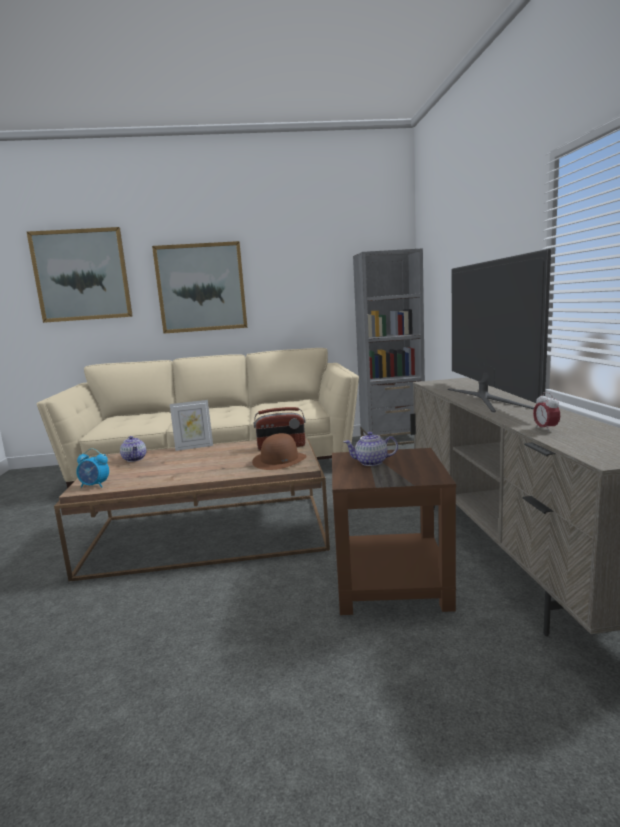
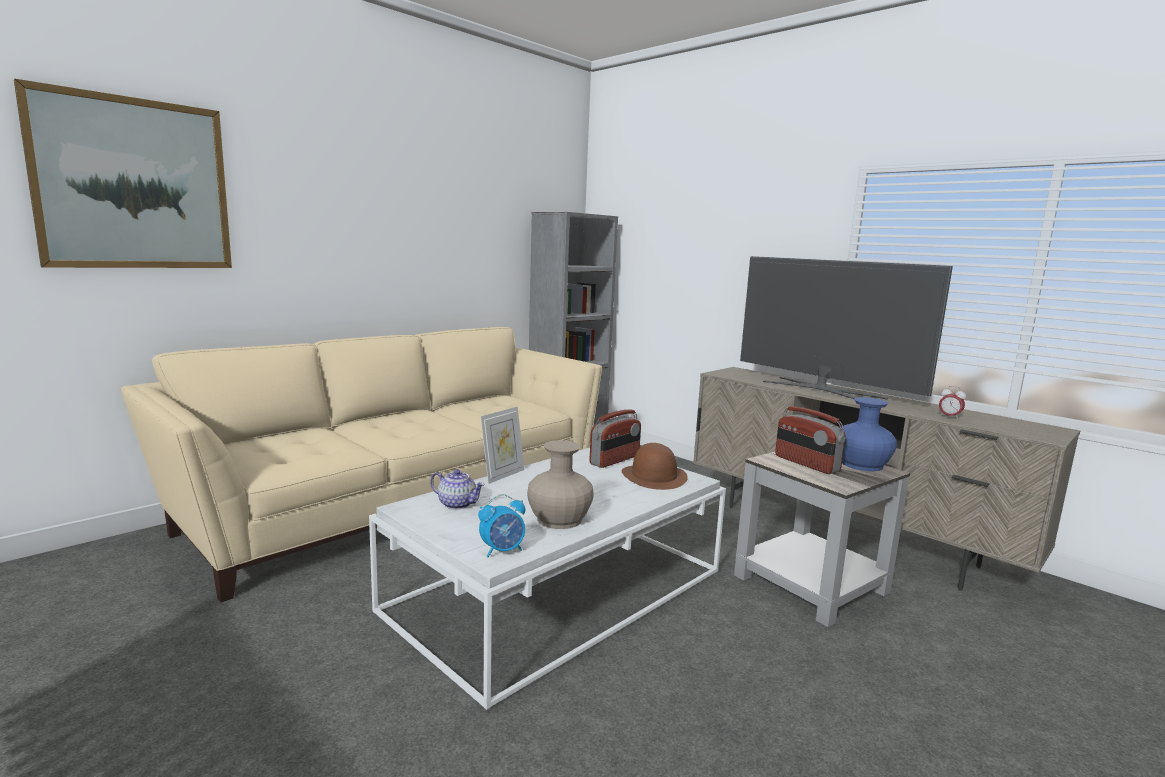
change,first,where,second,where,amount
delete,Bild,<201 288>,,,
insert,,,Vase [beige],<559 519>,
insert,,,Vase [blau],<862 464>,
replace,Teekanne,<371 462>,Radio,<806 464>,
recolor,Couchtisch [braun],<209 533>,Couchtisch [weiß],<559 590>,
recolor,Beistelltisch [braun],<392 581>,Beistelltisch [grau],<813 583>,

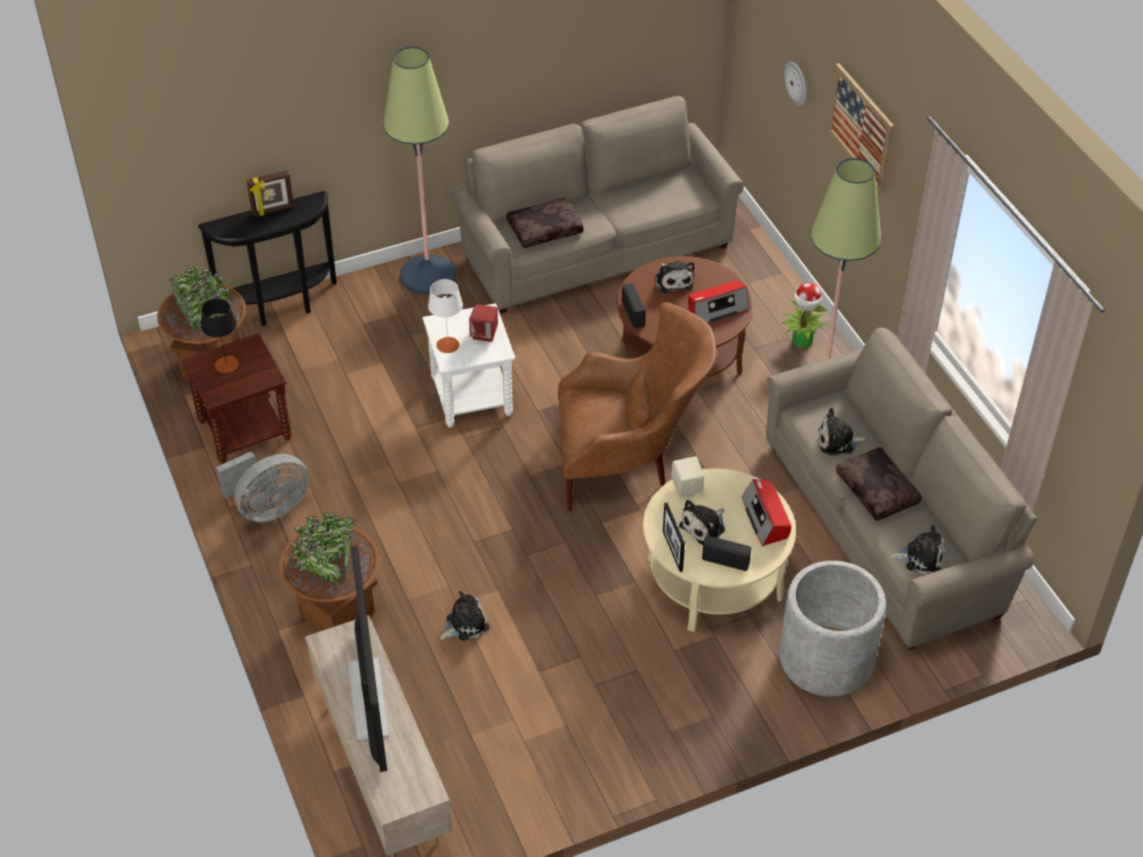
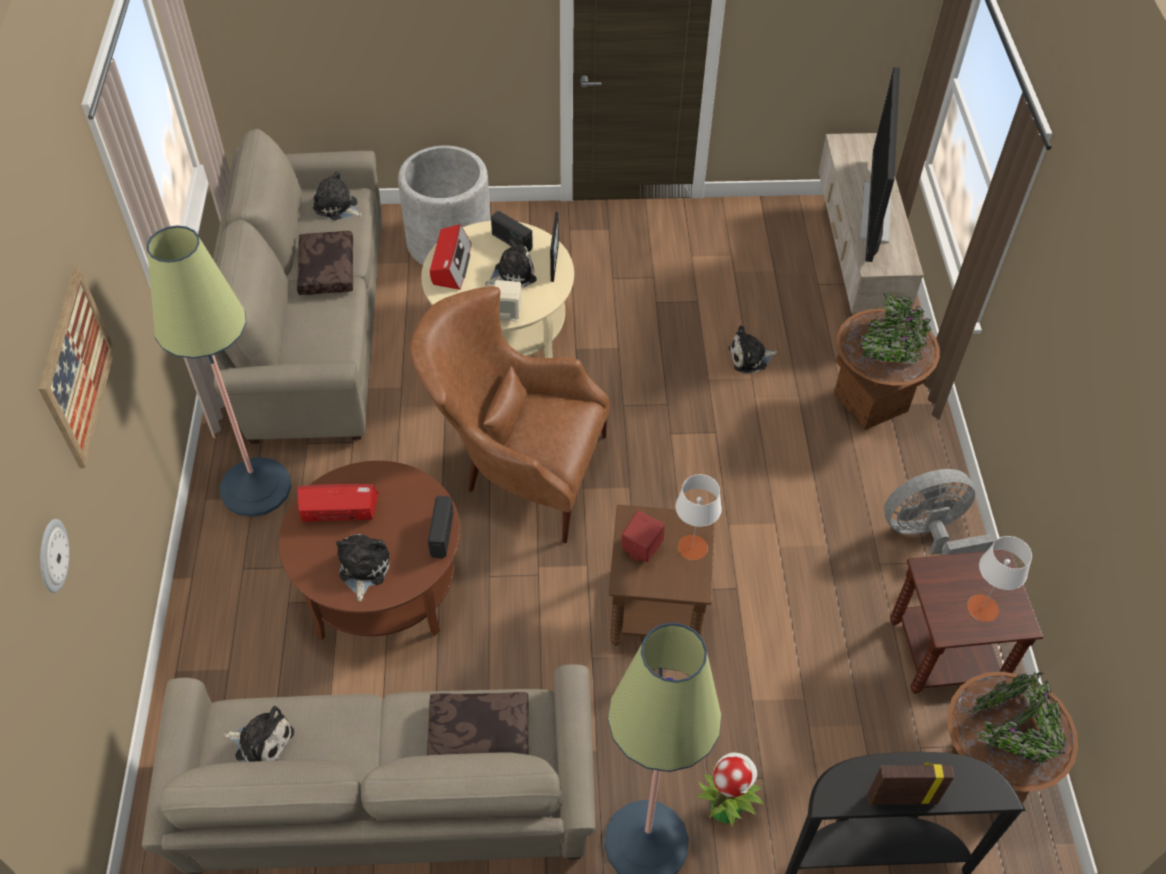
change,first,where,second,where,amount
move,Topfpflanze,<802 340>,,<725 807>,
move,Plüschtier,<838 441>,,<261 742>,
recolor,Tischlampe [schwarz],<226 364>,Tischlampe [weiß],<982 608>,
recolor,Beistelltisch [weiß],<472 397>,Beistelltisch [braun],<655 608>,

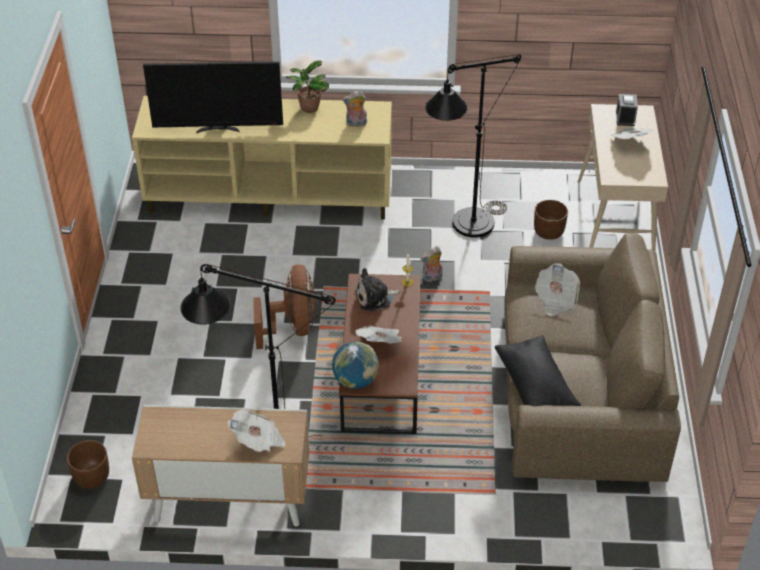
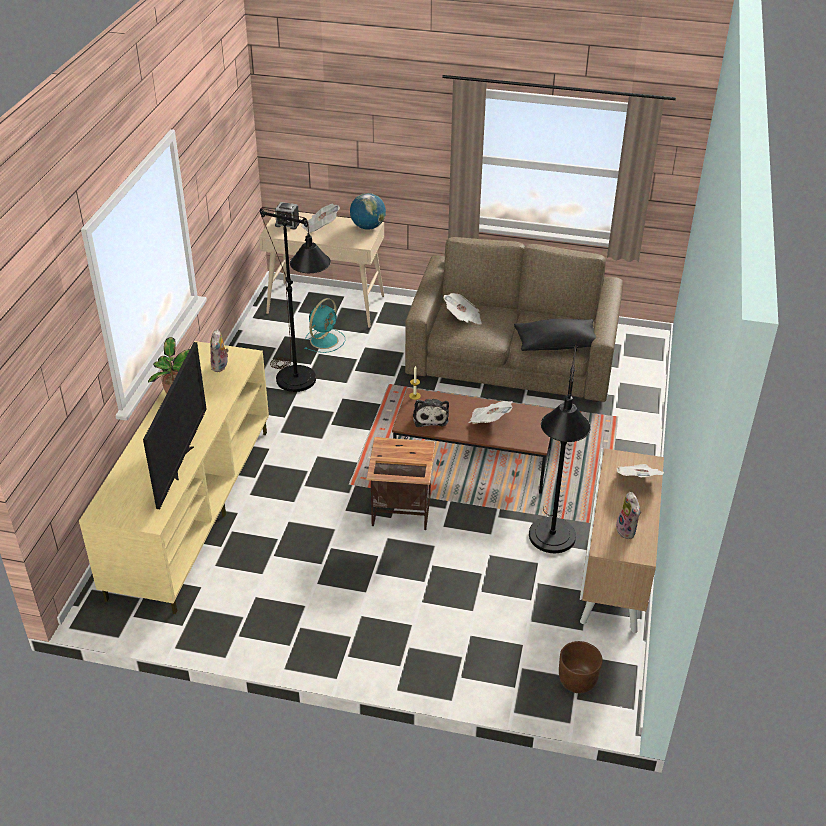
change,first,where,second,where,amount
move,Globus,<355 381>,,<368 227>,
move,Plüschtier,<432 278>,,<627 531>,
replace,Ventilator [braun],<292 327>,Beistelltisch,<400 512>,
replace,Pflanzkübel [braun],<549 232>,Ventilator [türkis],<325 340>,

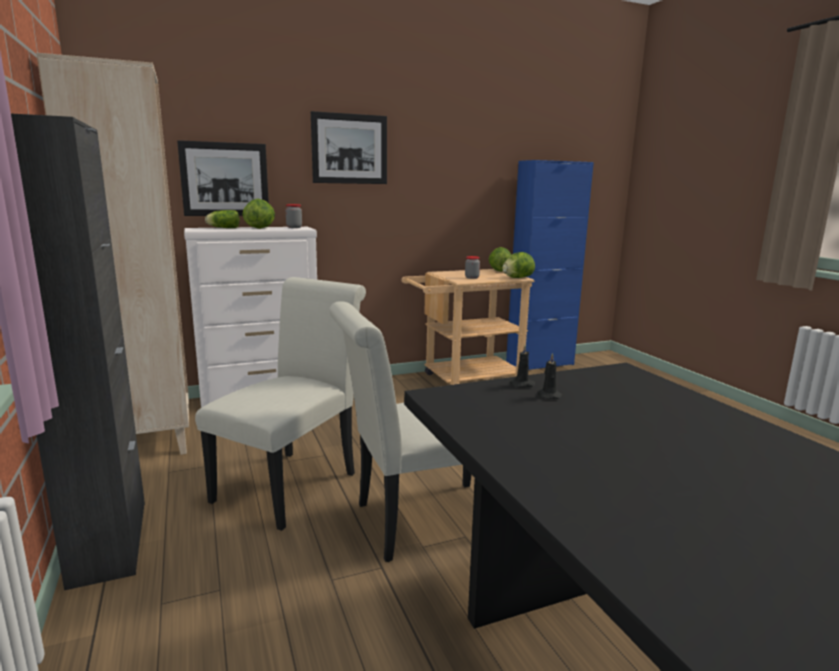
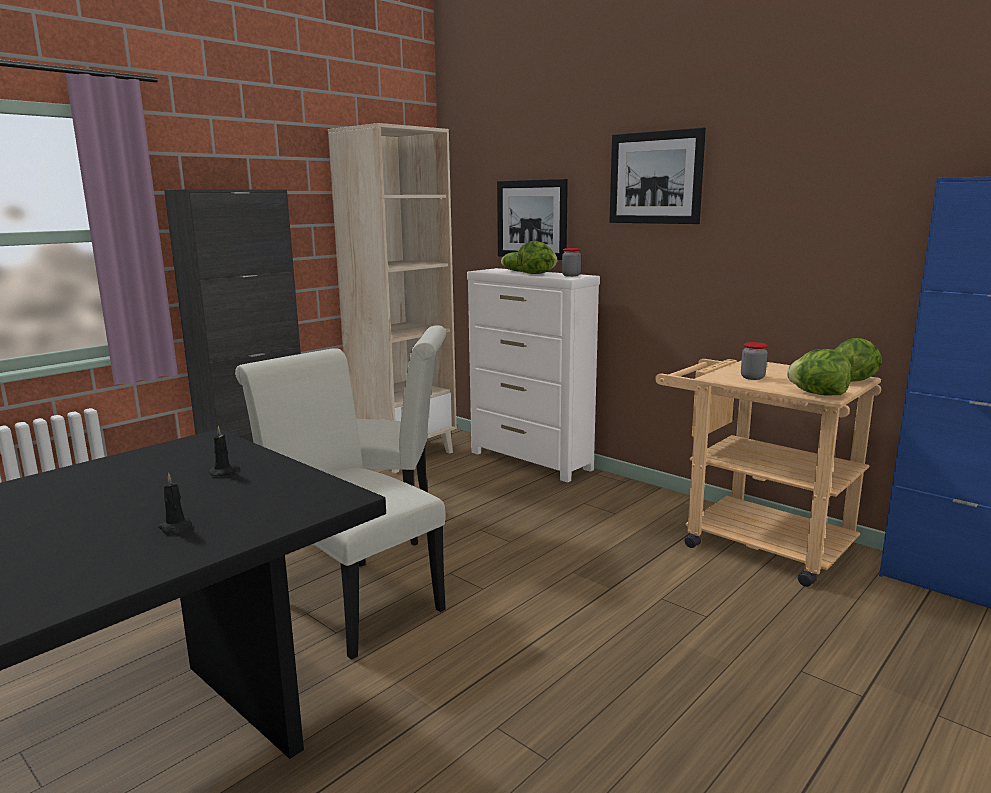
change,first,where,second,where,amount
move,Kerze [schwarz],<523 384>,,<176 528>,

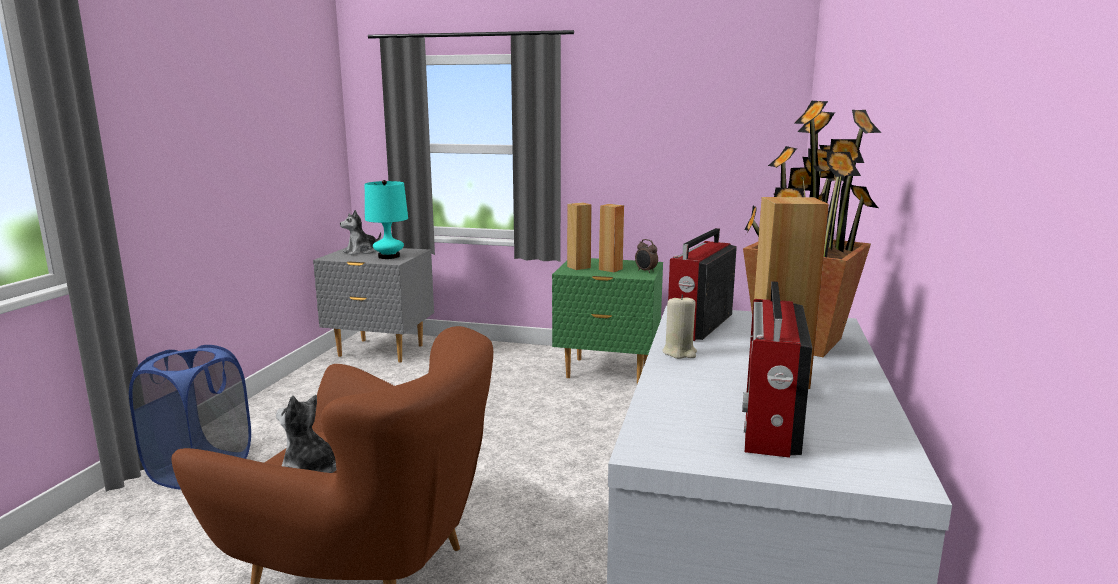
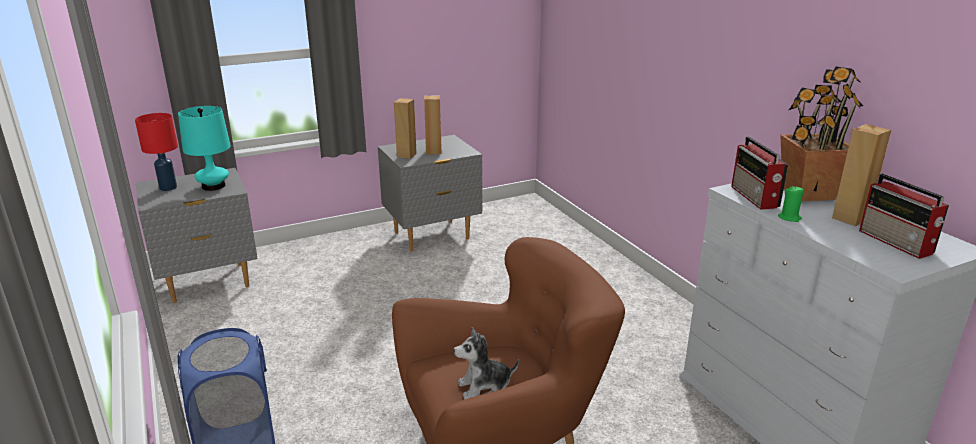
change,first,where,second,where,amount
delete,Wecker,<645 271>,,,
replace,Plüschtier,<361 251>,Tischlampe [rot],<168 187>,
recolor,Nachttisch [grün],<607 372>,Nachttisch [grau],<432 236>,
recolor,Kerze [beige],<679 353>,Kerze [grün],<789 218>,

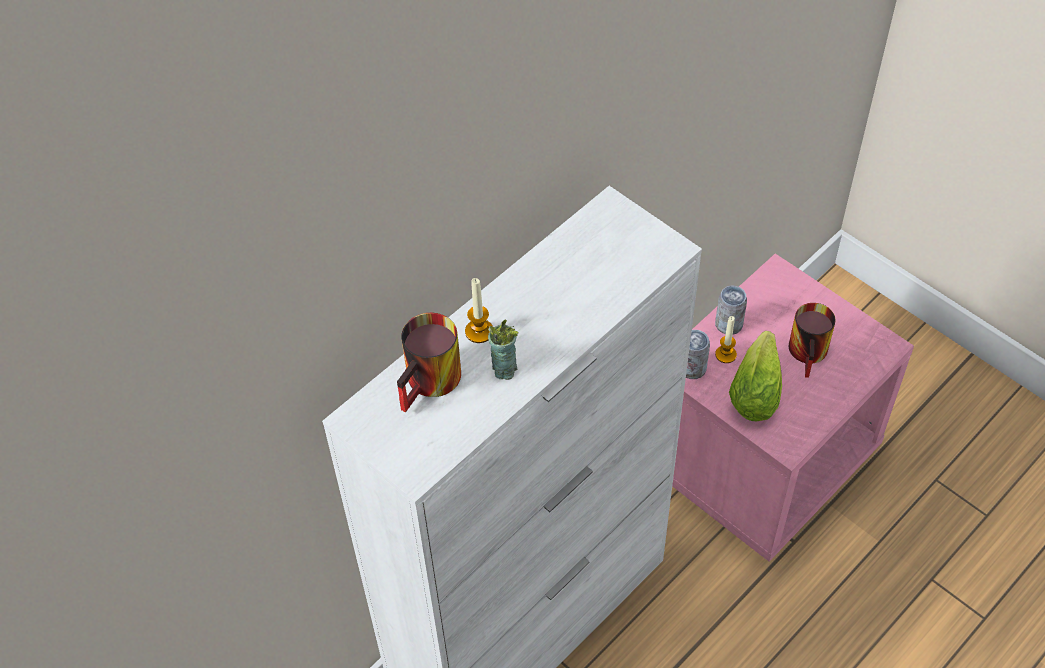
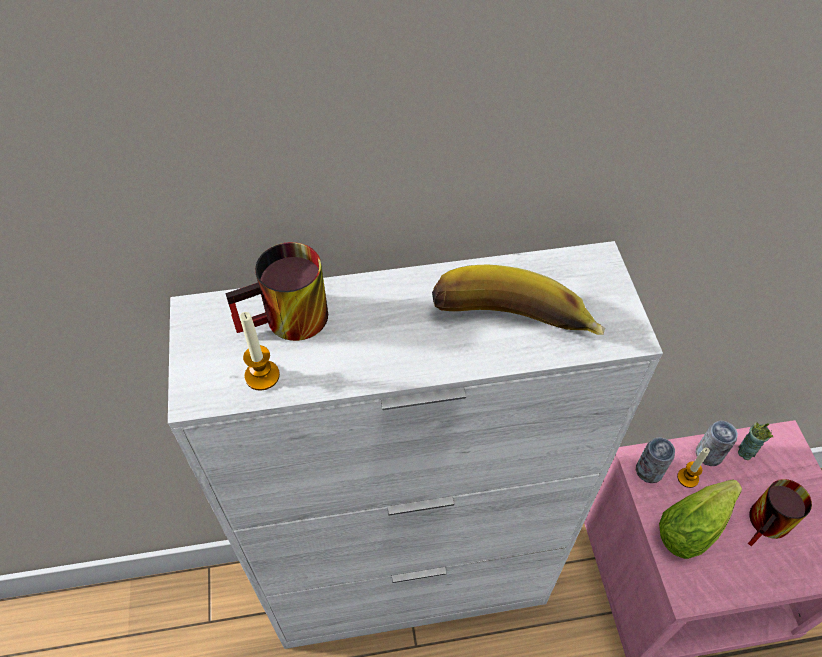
change,first,where,second,where,amount
insert,,,Banane,<511 326>,
move,Kerze,<479 331>,,<262 376>,
move,Tasse,<504 369>,,<746 451>,

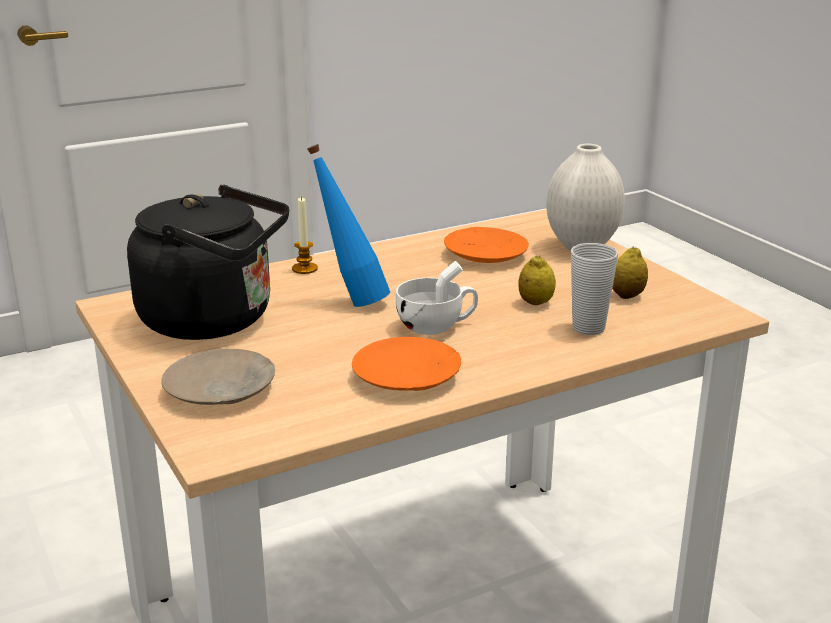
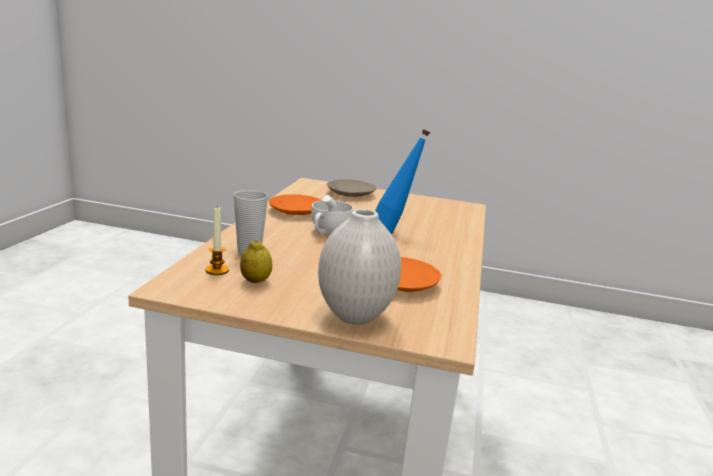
change,first,where,second,where,amount
delete,Wasserkessel [schwarz],<215 320>,,,
delete,Zitrone,<535 303>,,,
move,Kerze,<304 269>,,<217 270>,

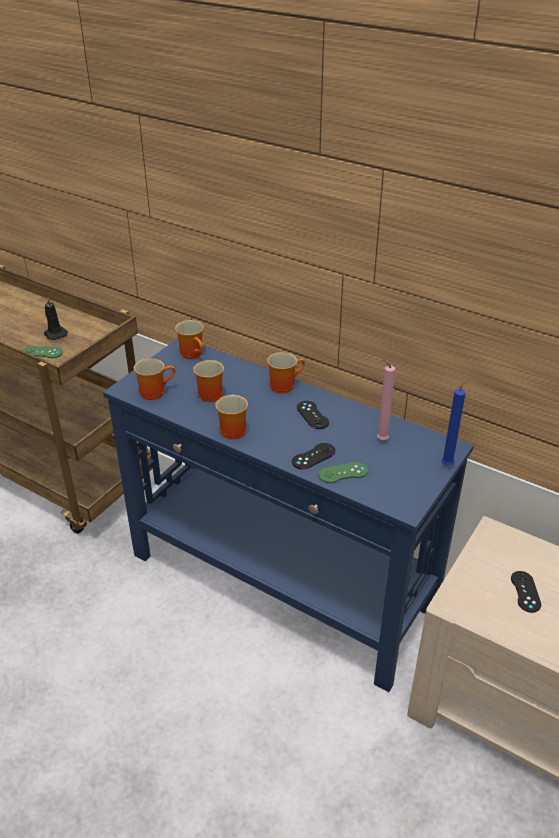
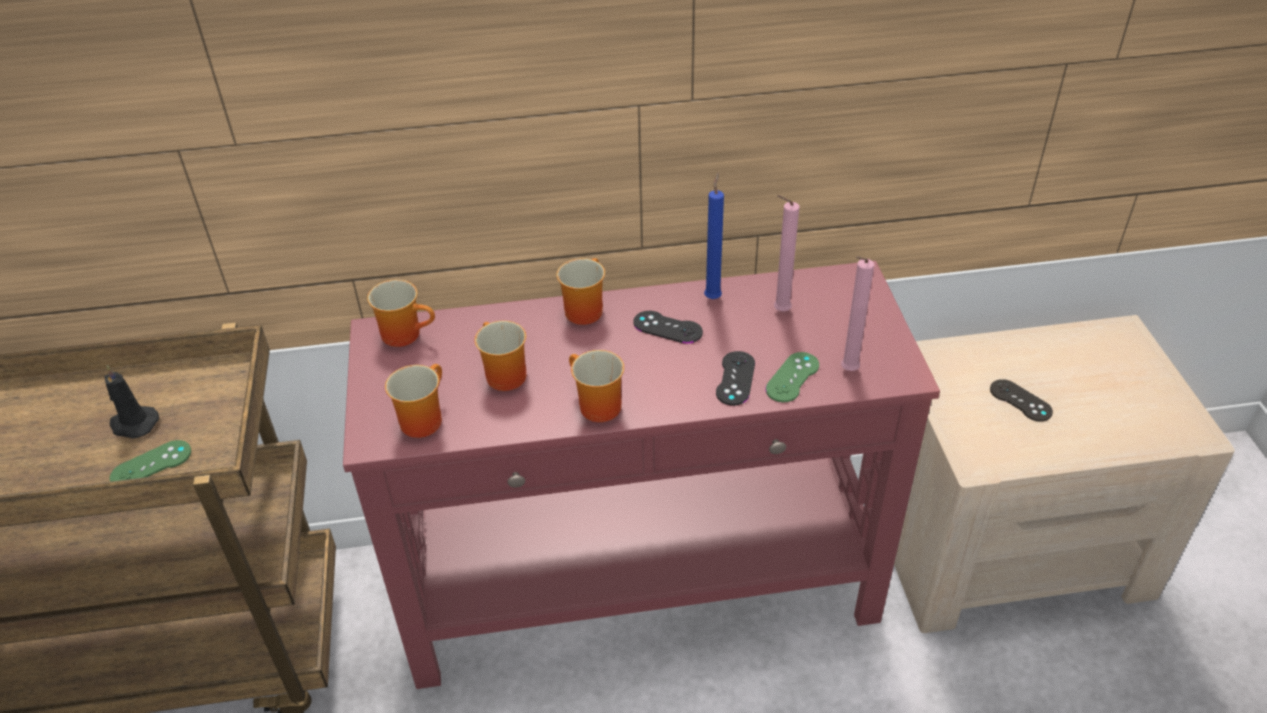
change,first,where,second,where,amount
insert,,,Kerze [rosa],<847 371>,
move,Kerze [blau],<448 464>,,<713 297>,
recolor,Konsolentisch [blau],<281 584>,Konsolentisch [rot],<643 588>,

